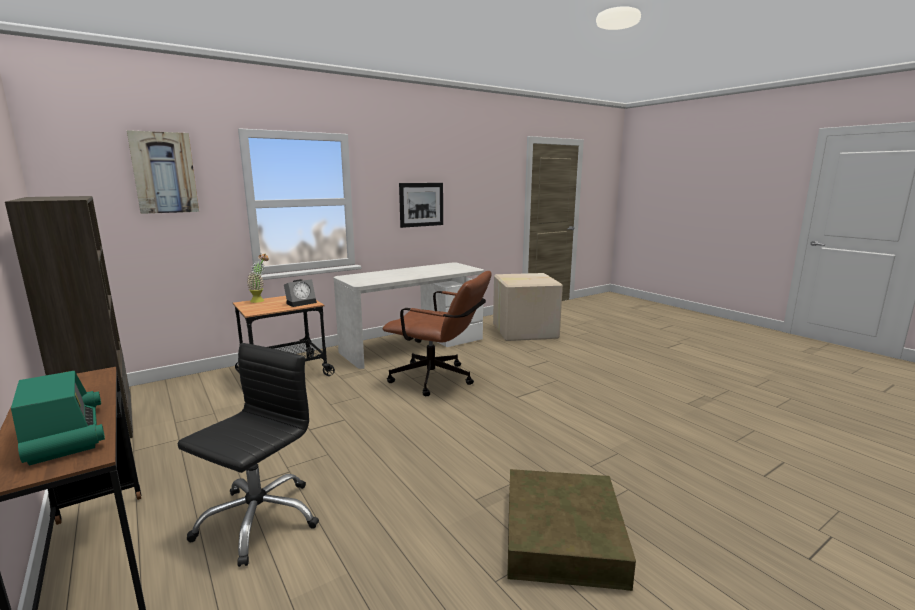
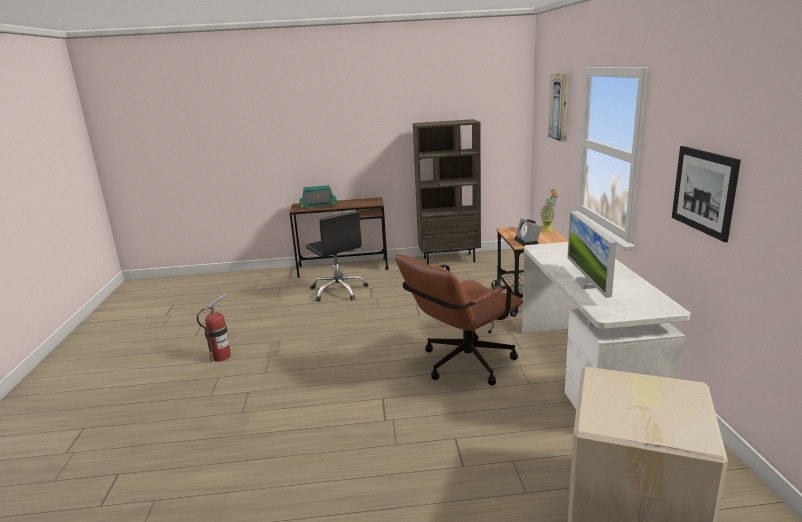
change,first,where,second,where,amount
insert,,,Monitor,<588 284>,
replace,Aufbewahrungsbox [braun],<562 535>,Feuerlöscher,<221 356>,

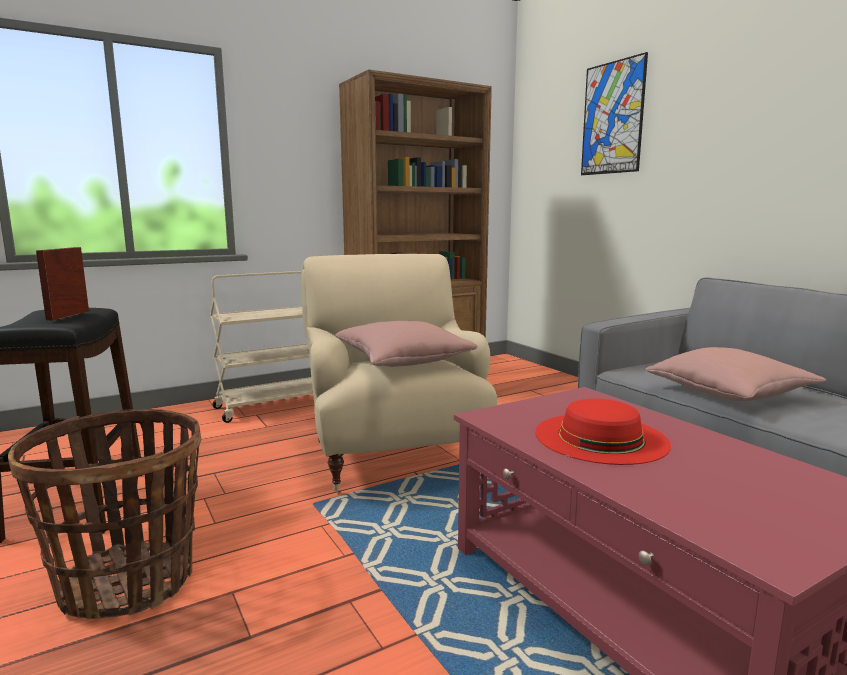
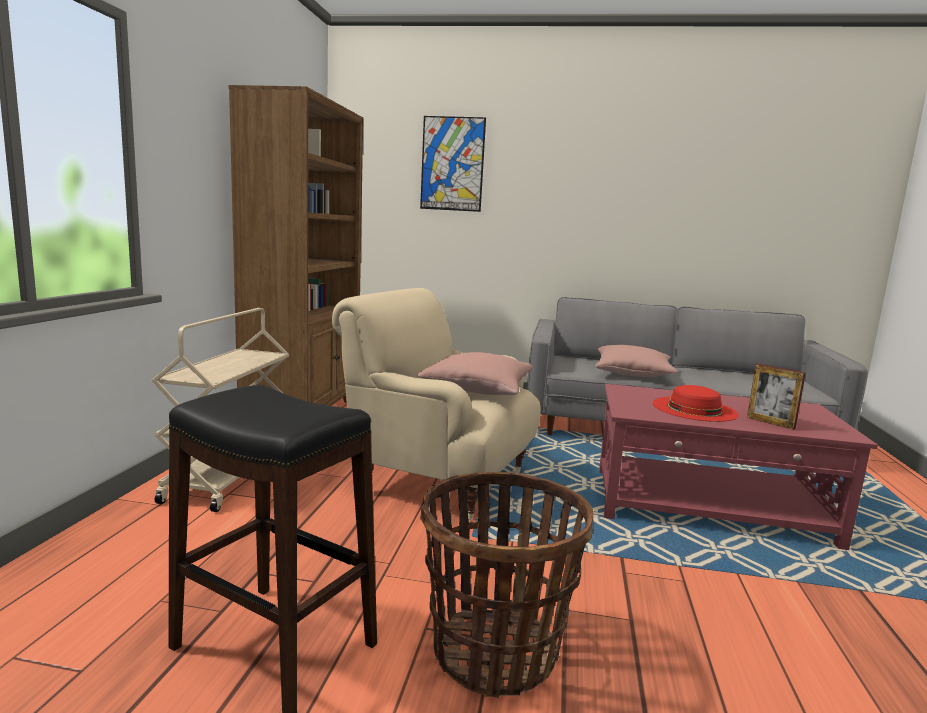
change,first,where,second,where,amount
move,Bilderrahmen,<68 315>,,<770 423>,

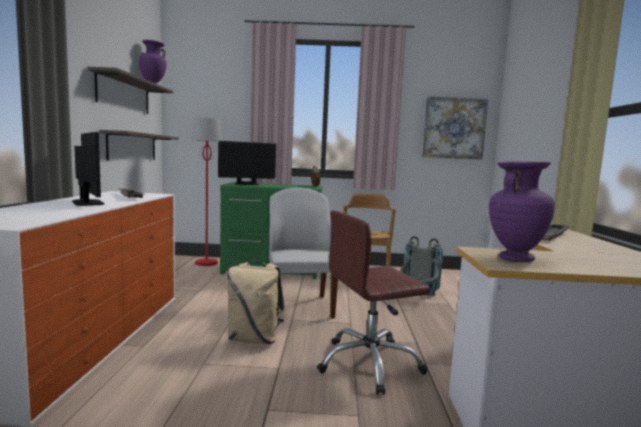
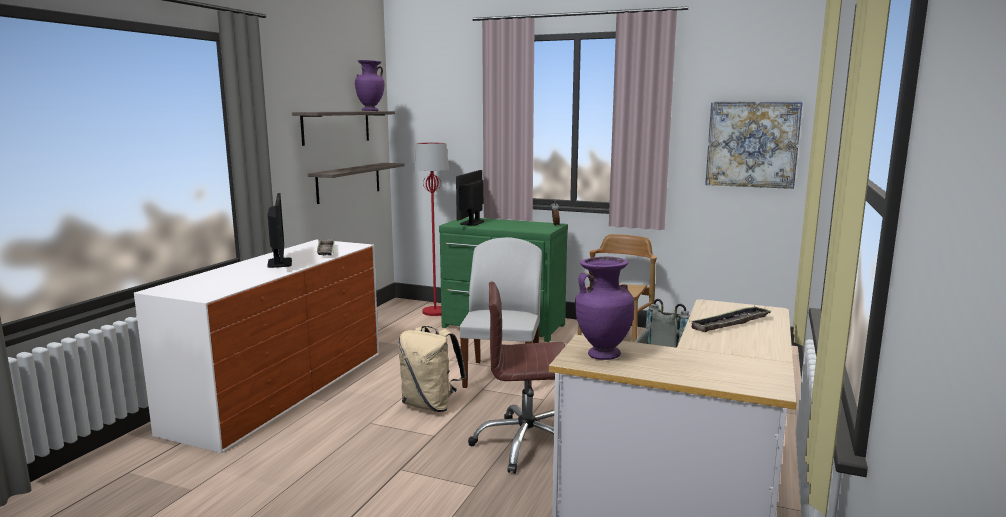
change,first,where,second,where,amount
rotate,Monitor,<246 184>,,<472 223>,105 degrees clockwise

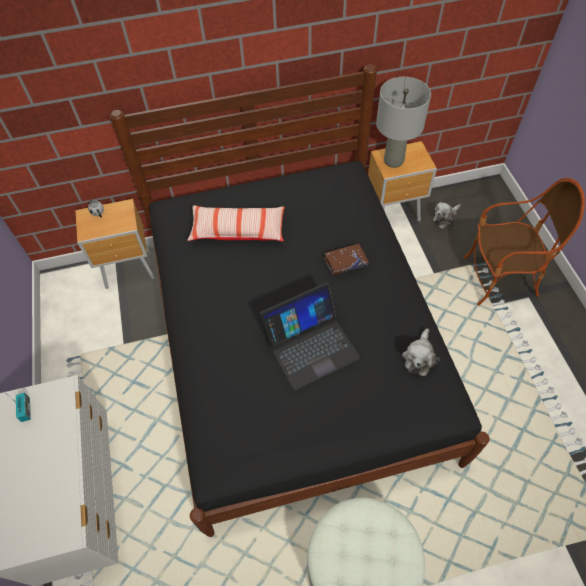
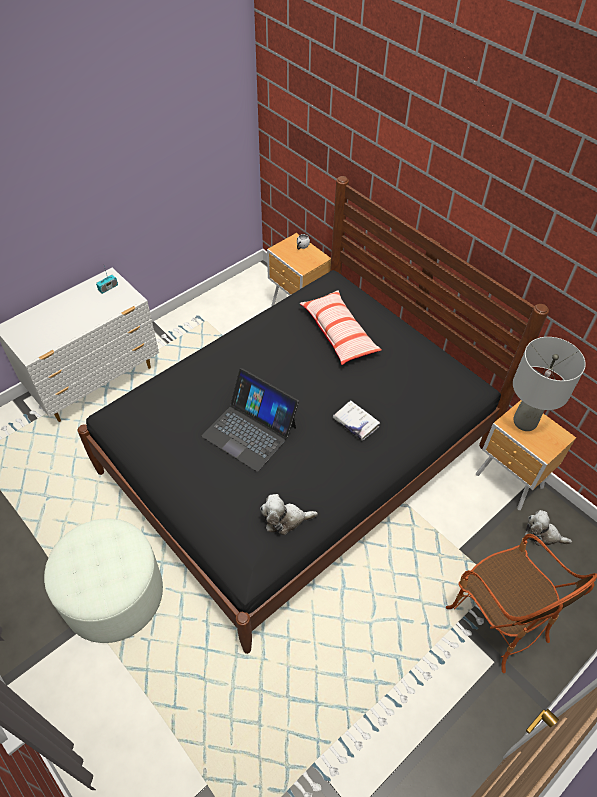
change,first,where,second,where,amount
recolor,Buch [braun],<345 262>,Buch [weiß],<355 423>,

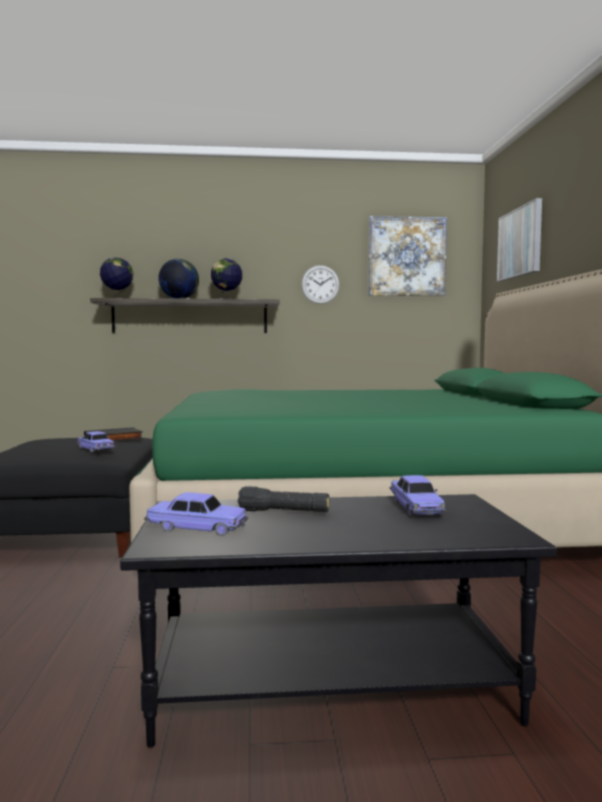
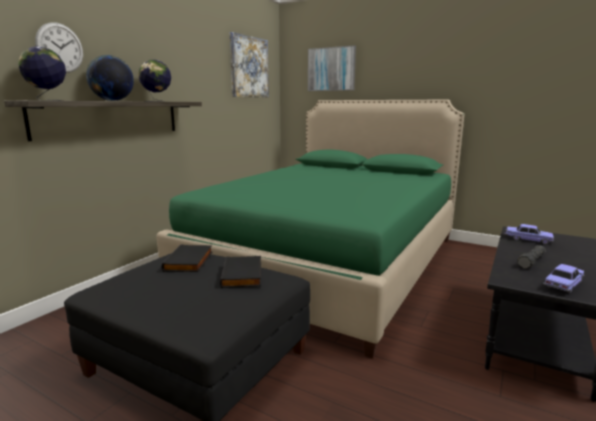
change,first,where,second,where,amount
move,Wanduhr,<320 284>,,<60 48>,
replace,Spielzeugauto,<95 449>,Buch [schwarz],<243 275>,

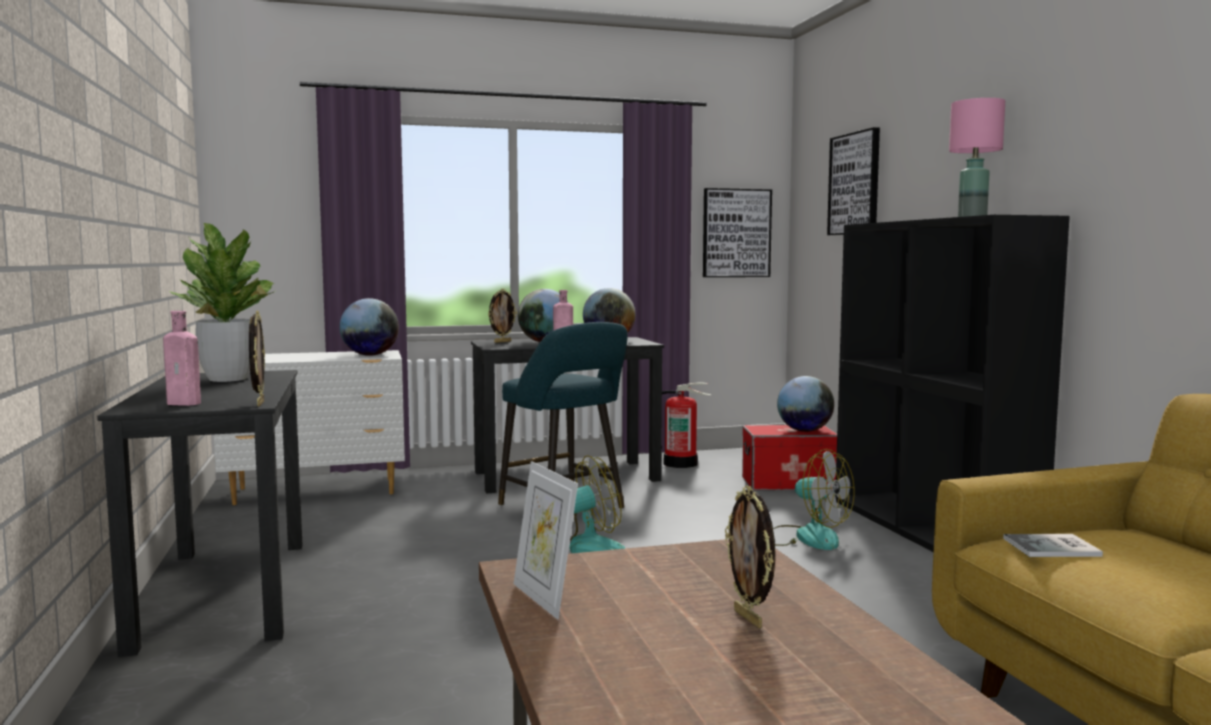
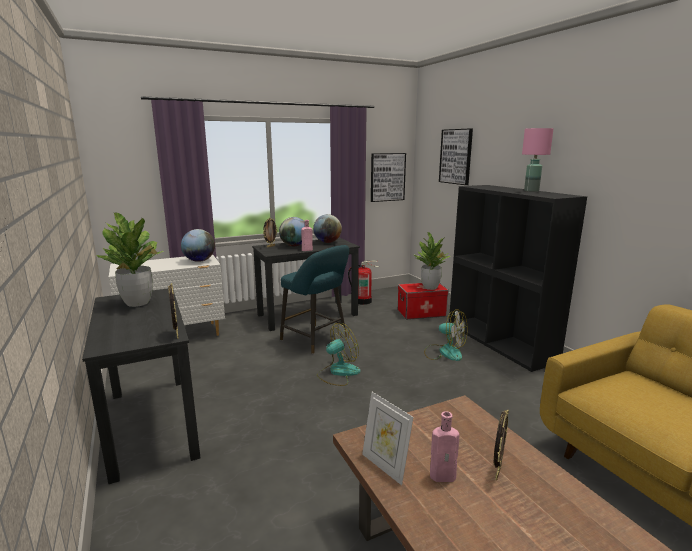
change,first,where,second,where,amount
delete,Buch,<1054 548>,,,
move,Flasche [rosa],<186 403>,,<444 476>,
replace,Globus,<804 431>,Topfpflanze,<430 287>,
rotate,Bilderrahmen,<749 618>,,<497 471>,120 degrees counterclockwise

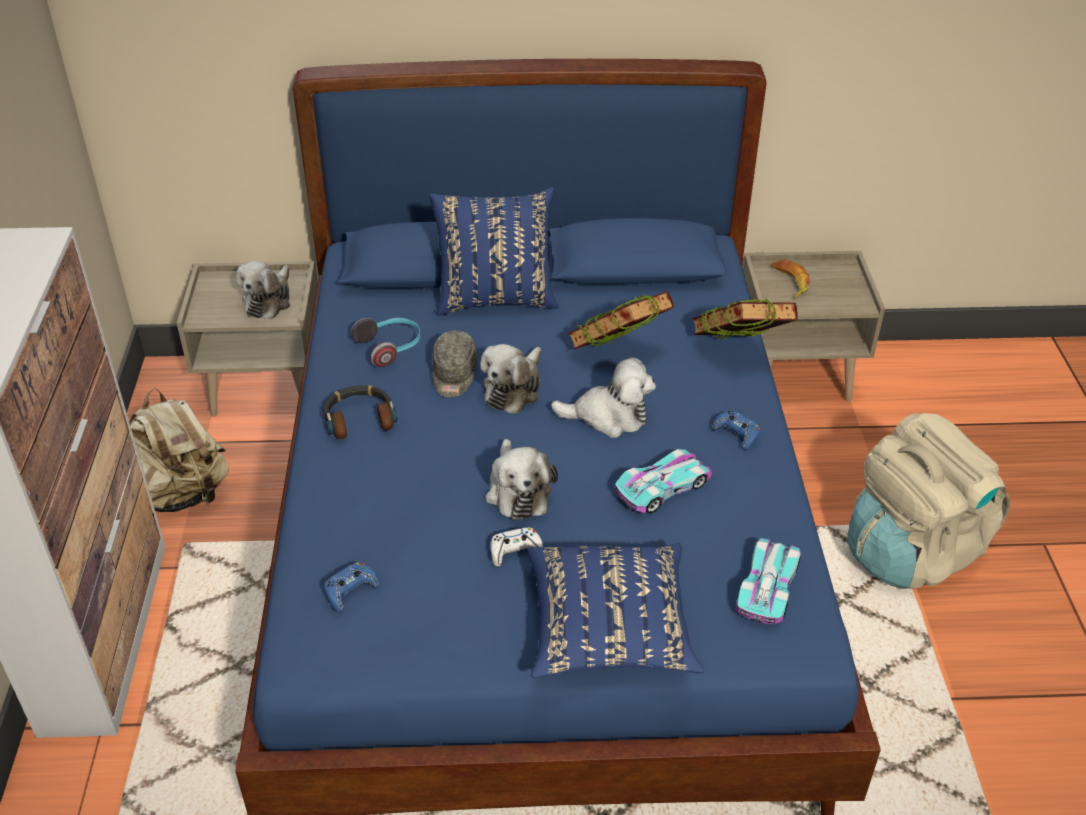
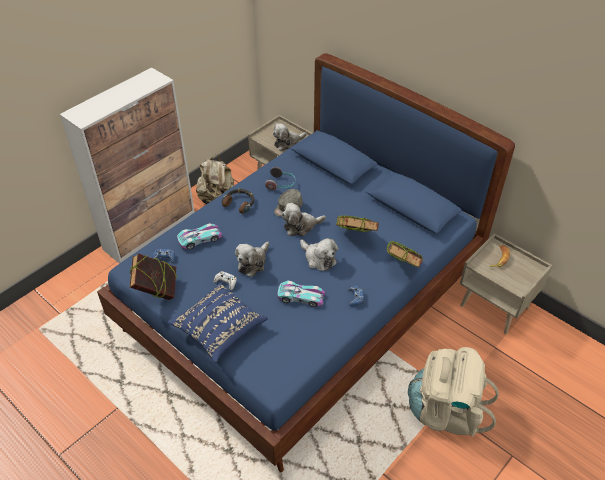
change,first,where,second,where,amount
delete,Kissen [blau],<495 298>,,,
insert,,,Buch,<157 291>,
move,Spielzeugauto,<768 586>,,<200 239>,

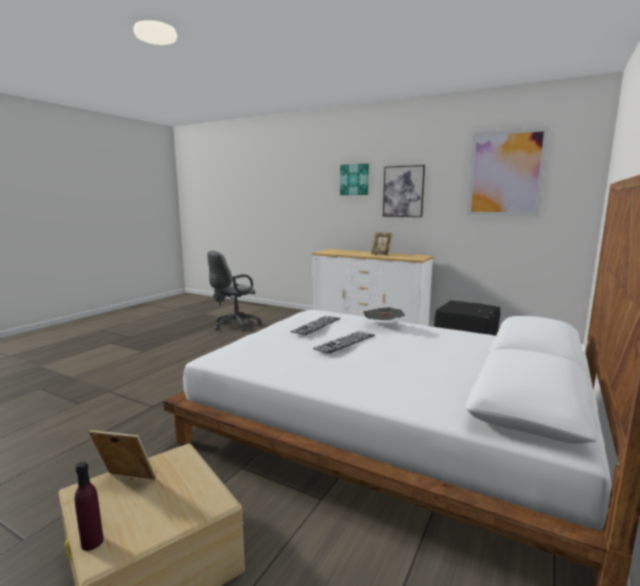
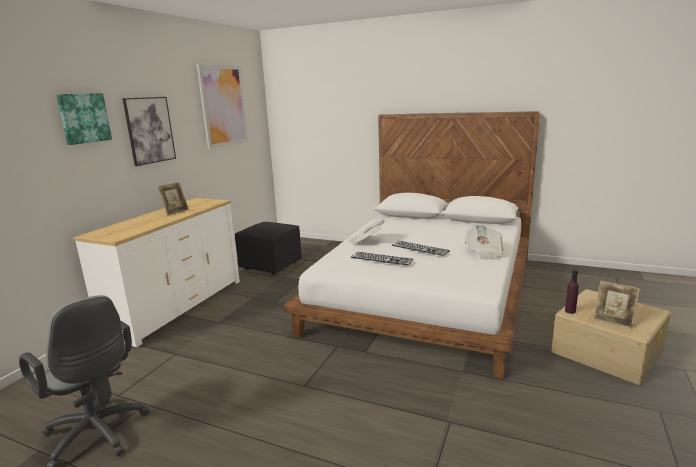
change,first,where,second,where,amount
insert,,,Zeitung,<484 252>,
move,Flasche [lila],<92 542>,,<570 311>,
rotate,Bilderrahmen,<126 482>,,<613 321>,60 degrees counterclockwise

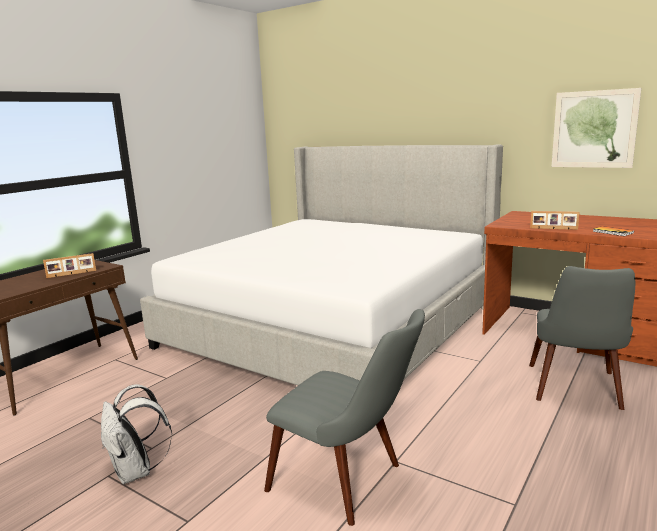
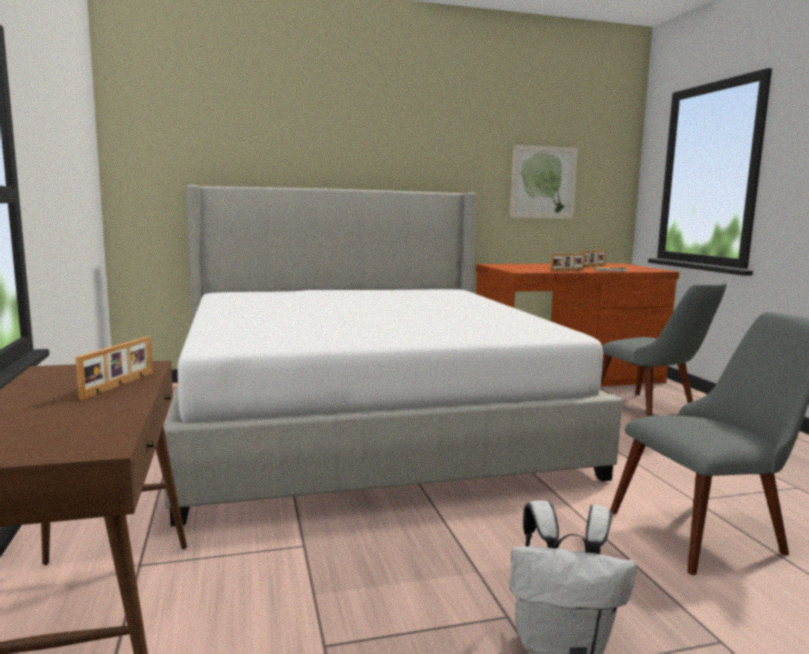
change,first,where,second,where,amount
insert,,,Bilderrahmen,<592 266>,

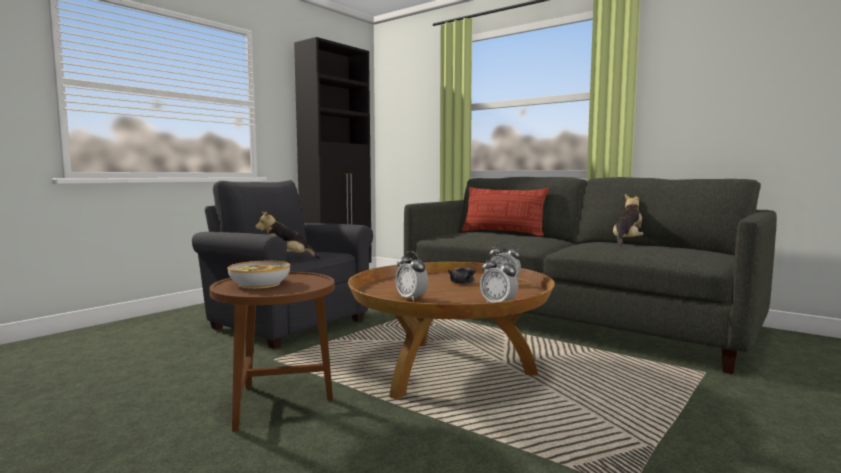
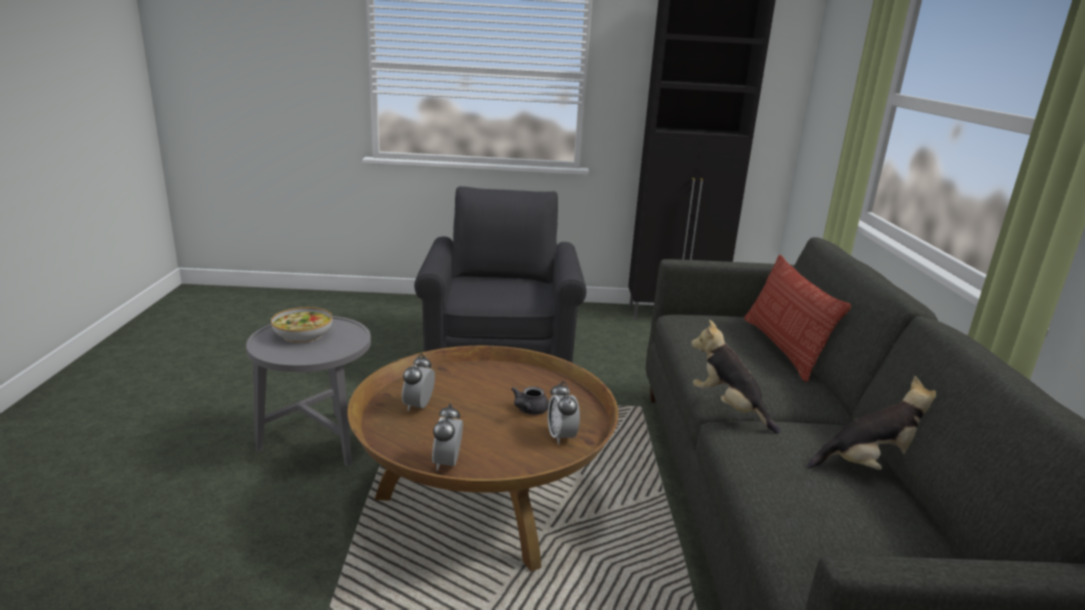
change,first,where,second,where,amount
move,Plüschtier,<287 258>,,<729 408>,
recolor,Beistelltisch [braun],<277 403>,Beistelltisch [grau],<318 444>,

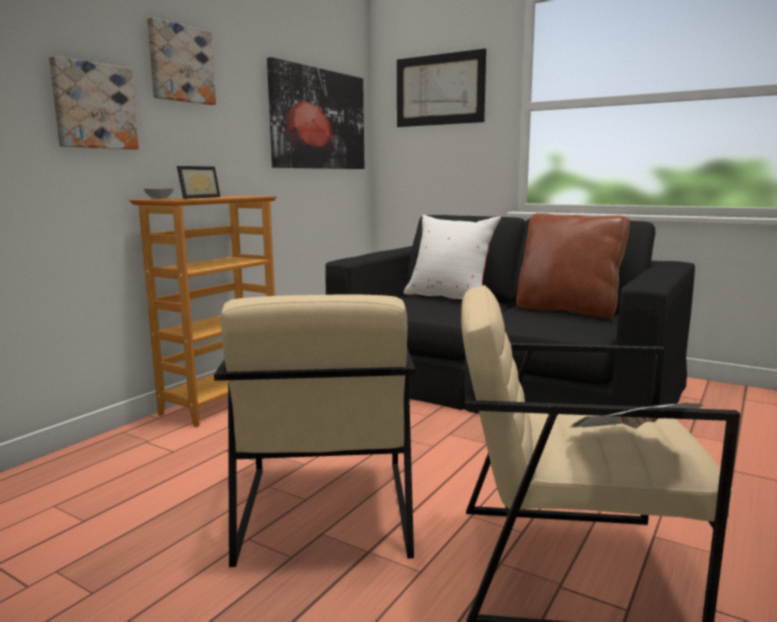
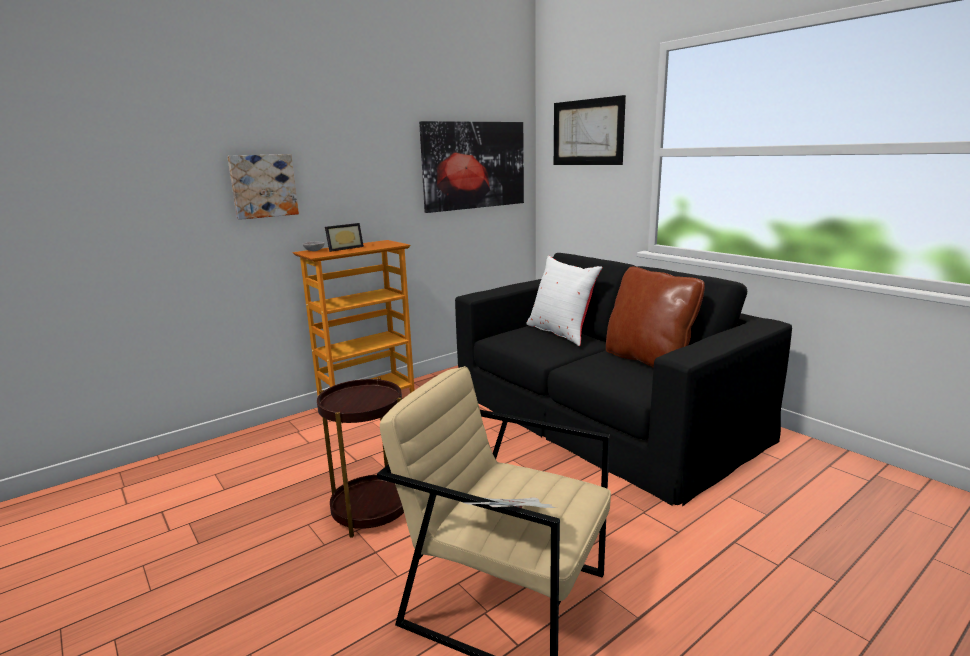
change,first,where,second,where,amount
delete,Bild,<180 64>,,,
replace,Sessel [beige],<324 509>,Beistelltisch [braun],<371 511>,

